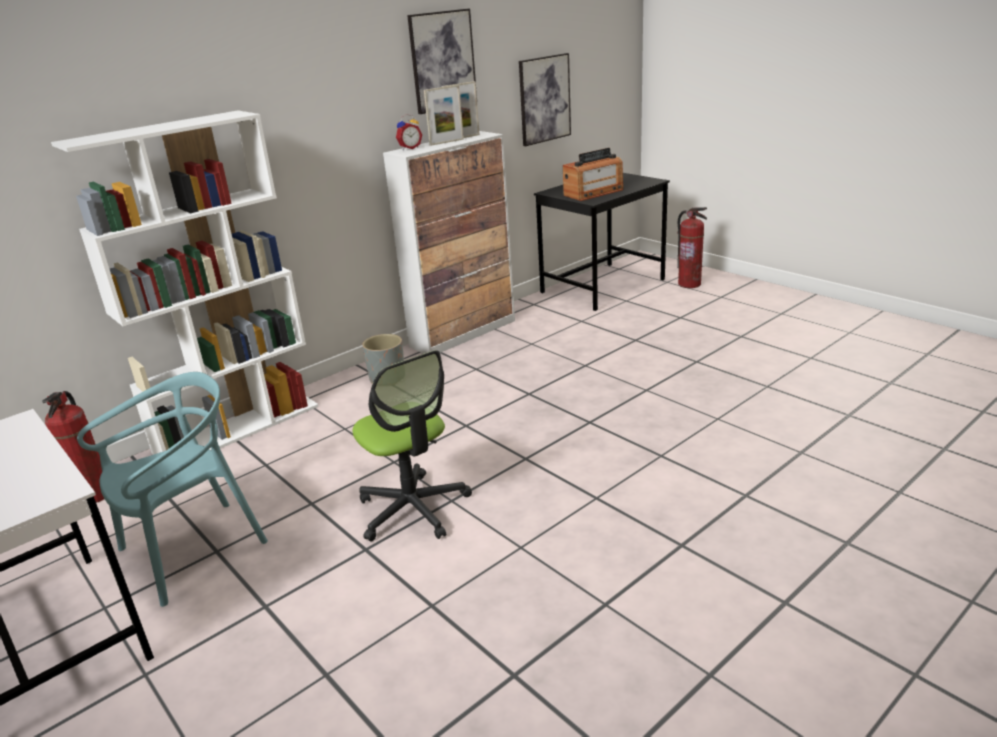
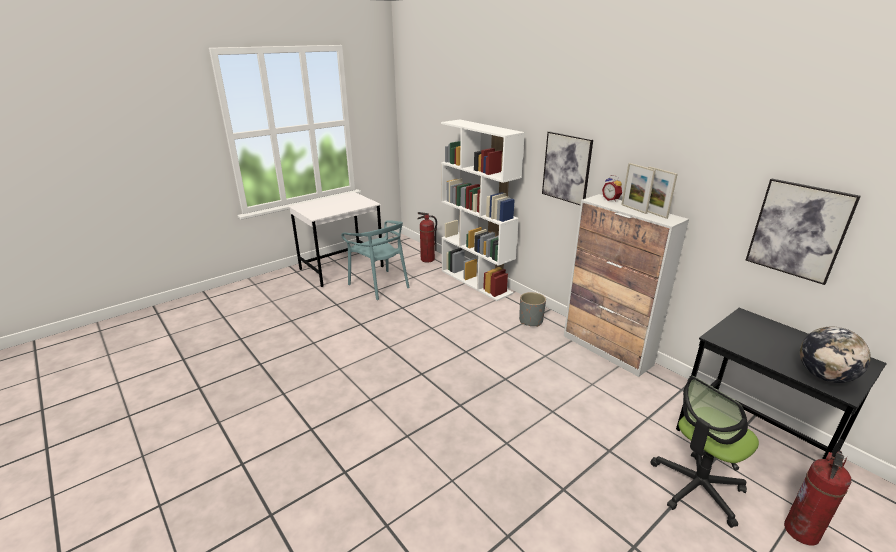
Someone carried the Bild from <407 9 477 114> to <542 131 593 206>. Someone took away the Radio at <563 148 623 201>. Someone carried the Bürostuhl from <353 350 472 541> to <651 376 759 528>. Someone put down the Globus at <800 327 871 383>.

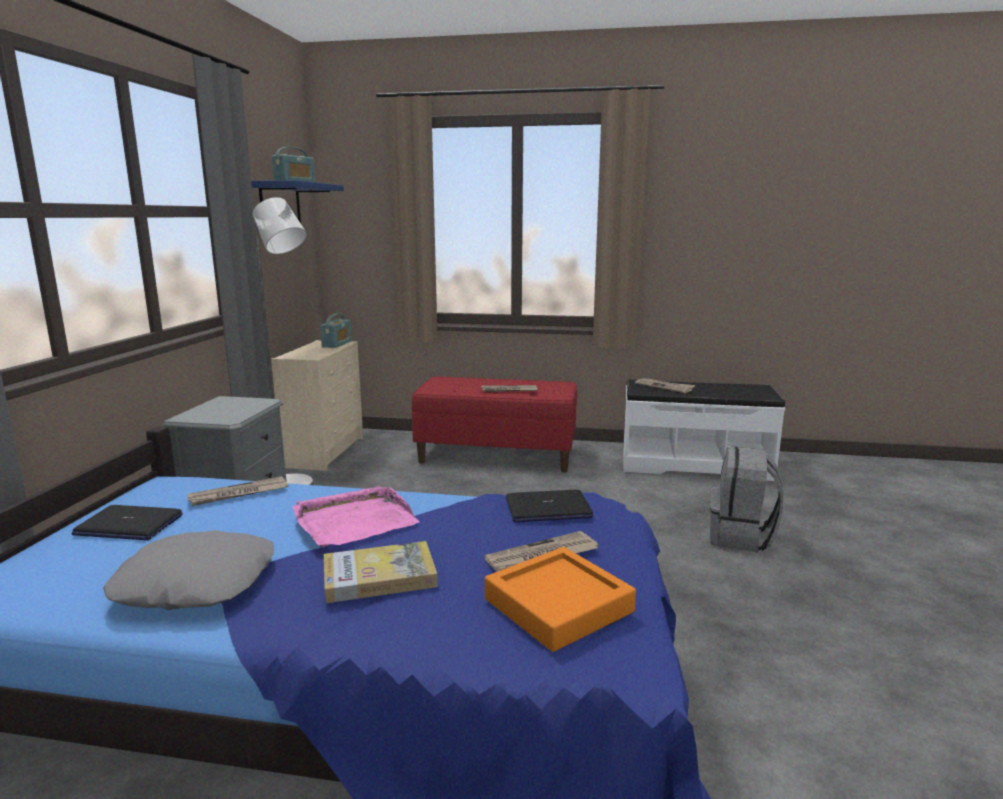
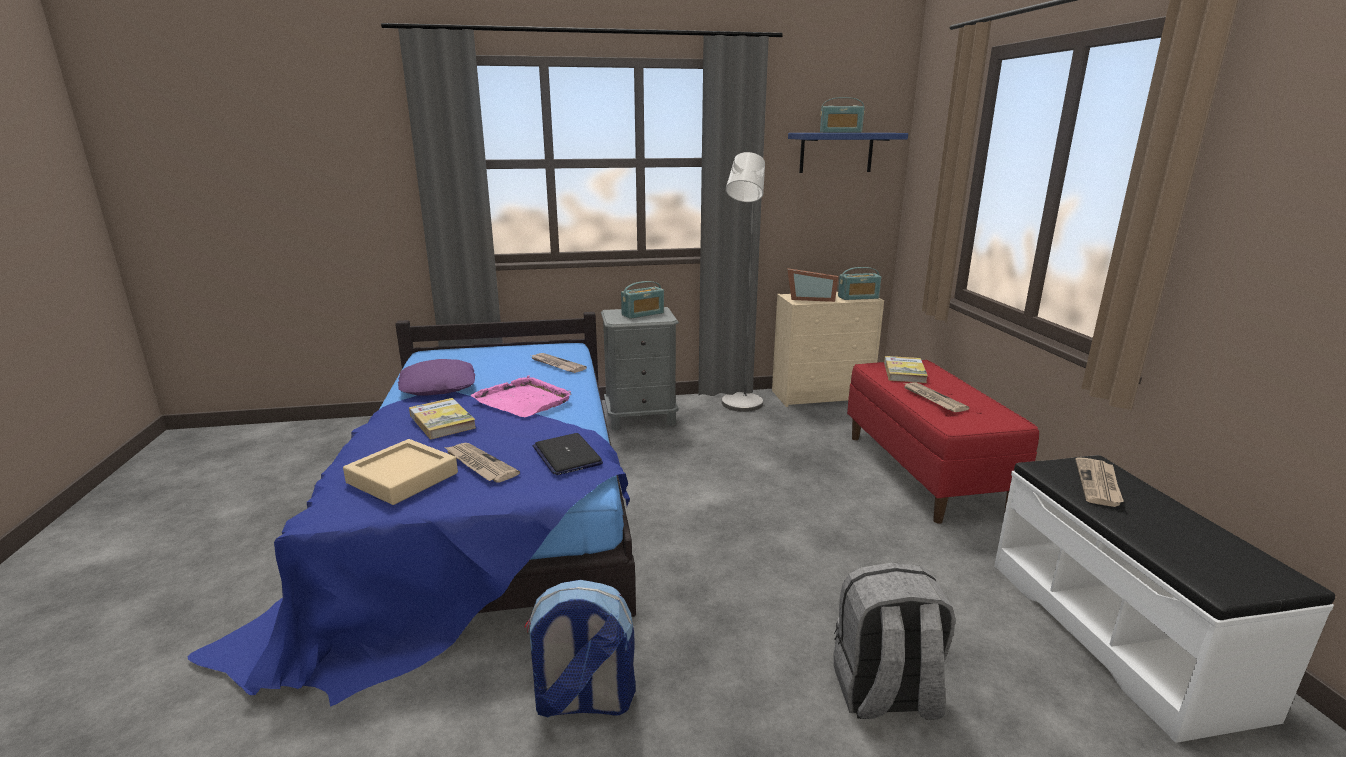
Someone took away the Laptop at <72 505 183 540>. Someone repainted the Kissen [grau] at <103 530 274 610>, which became the Kissen [lila] at <398 359 475 396>. Someone repainted the Tablett [orange] at <485 547 636 652>, which became the Tablett [beige] at <343 439 458 505>. Someone put down the Bilderrahmen at <787 268 838 302>. Someone put down the Radio at <621 281 664 319>. Someone put down the Buch at <884 356 928 383>. Someone put down the Rucksack at <524 580 636 717>.

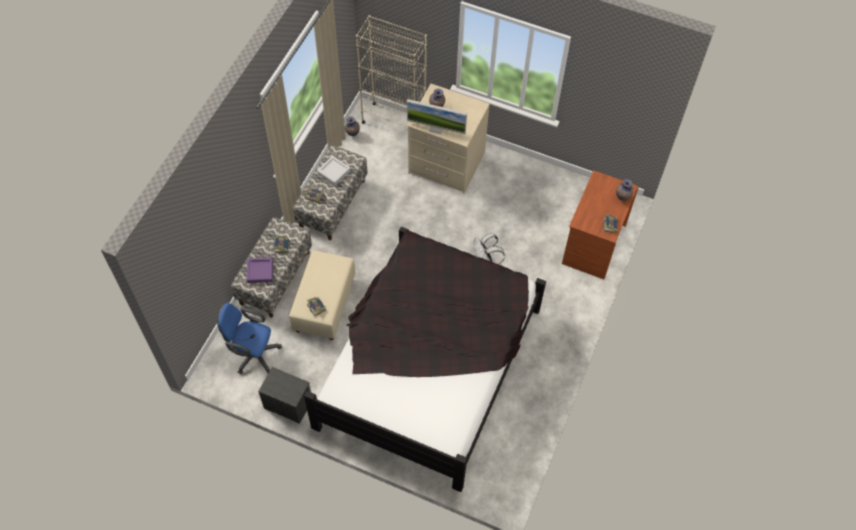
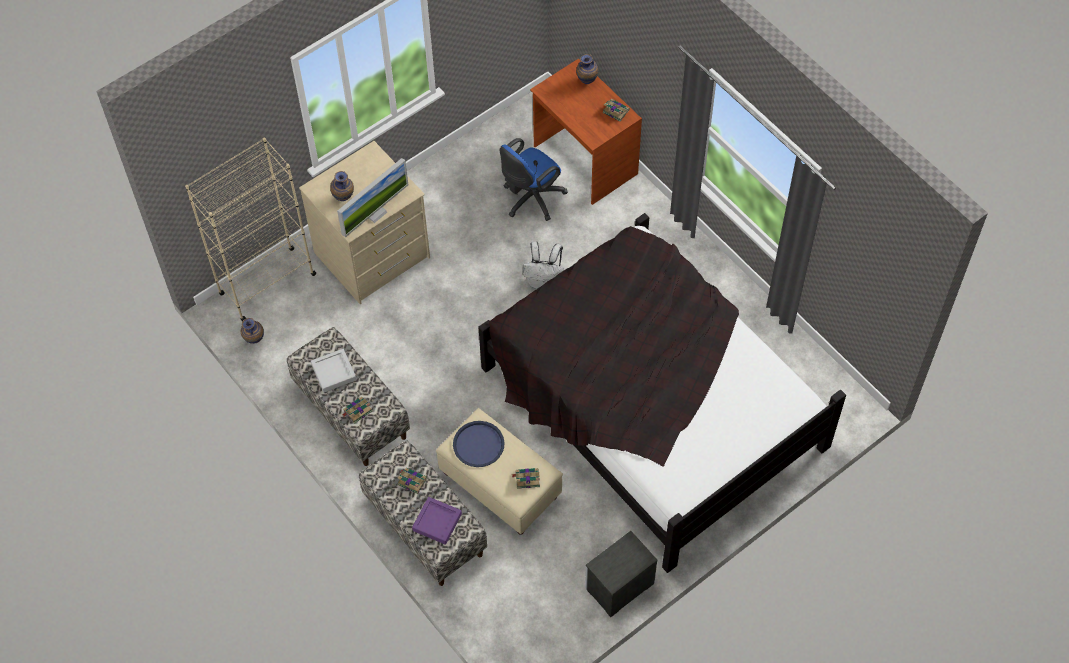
Someone carried the Bürostuhl [blau] from <217 303 282 374> to <500 138 568 221>. Someone put down the Tablett [blau] at <453 421 505 467>.

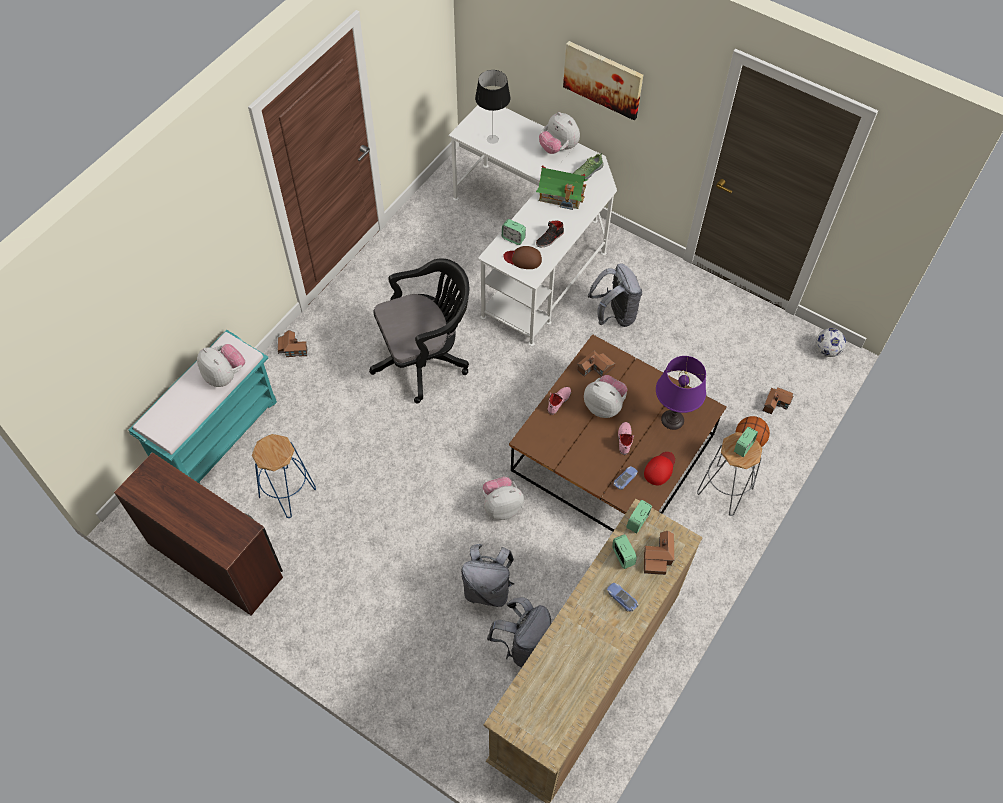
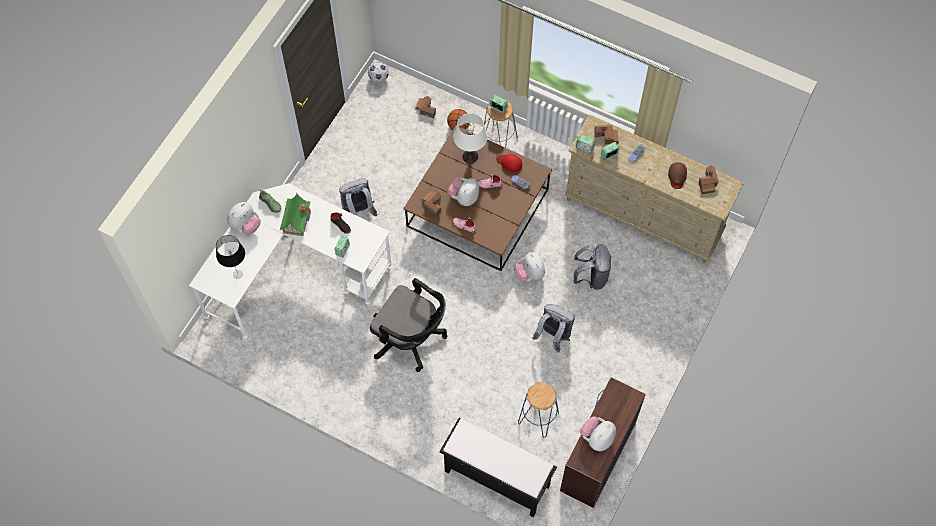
Someone took away the Bild at <563 41 643 120>. Someone carried the Kappe [braun] from <503 246 542 269> to <668 162 687 189>. Someone rotated the Bürostuhl [schwarz] at <369 258 469 403> by 150 degrees clockwise. Someone repainted the Bank [türkis] at <129 330 277 484>, which became the Bank [schwarz] at <440 417 557 517>. Someone carried the Spielzeughaus from <278 330 307 357> to <699 166 719 194>. Someone carried the Plüschtier from <197 344 245 387> to <580 417 616 451>. Someone repainted the Tischlampe [lila] at <656 356 706 430>, which became the Tischlampe [weiß] at <454 113 487 163>. Someone carried the Rucksack [grau] from <487 597 552 667> to <533 304 575 352>.

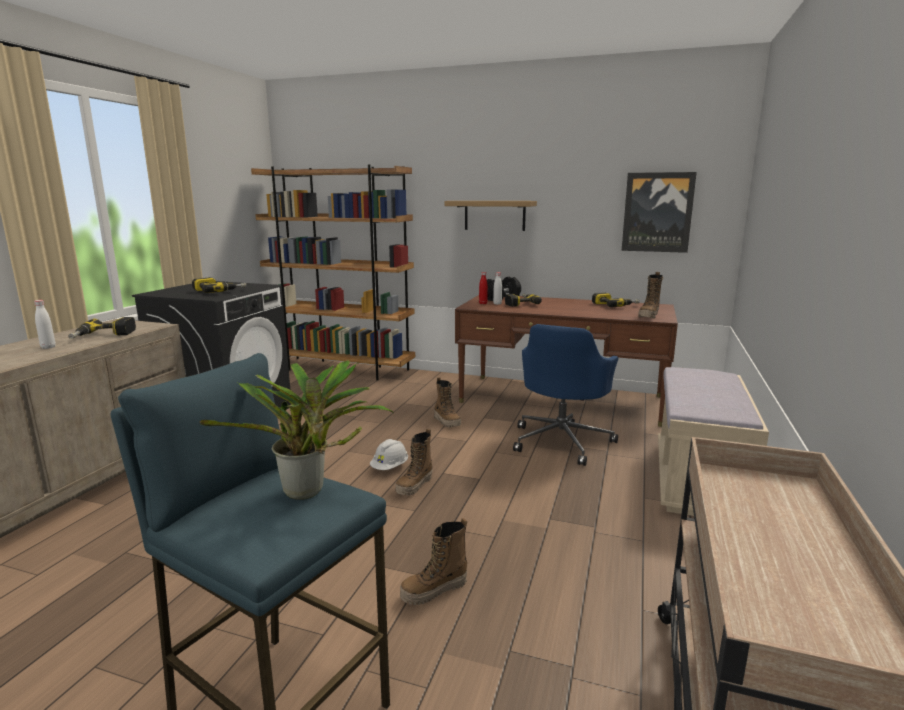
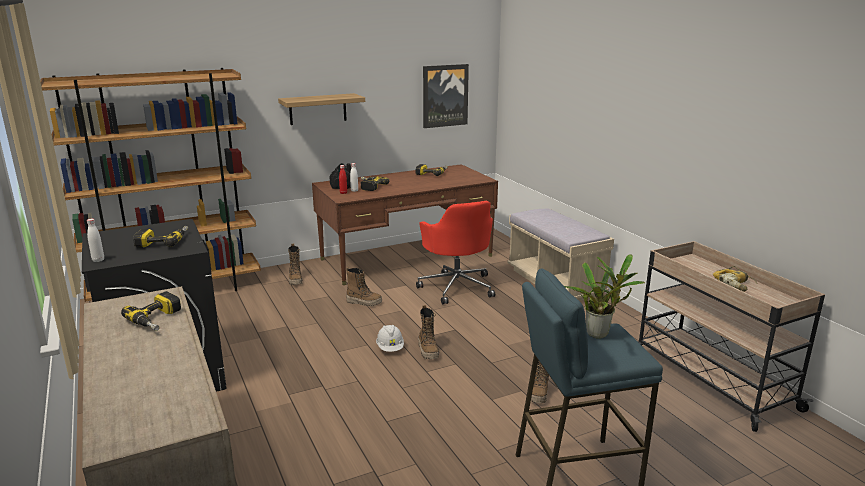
Someone carried the Stiefel from <638 272 663 319> to <288 244 302 285>. Someone carried the Flasche [weiß] from <34 300 56 349> to <87 219 104 262>. Someone repainted the Bürostuhl [blau] at <513 324 618 466>, which became the Bürostuhl [rot] at <416 201 495 304>. Someone put down the Bohrmaschine at <713 266 757 292>.

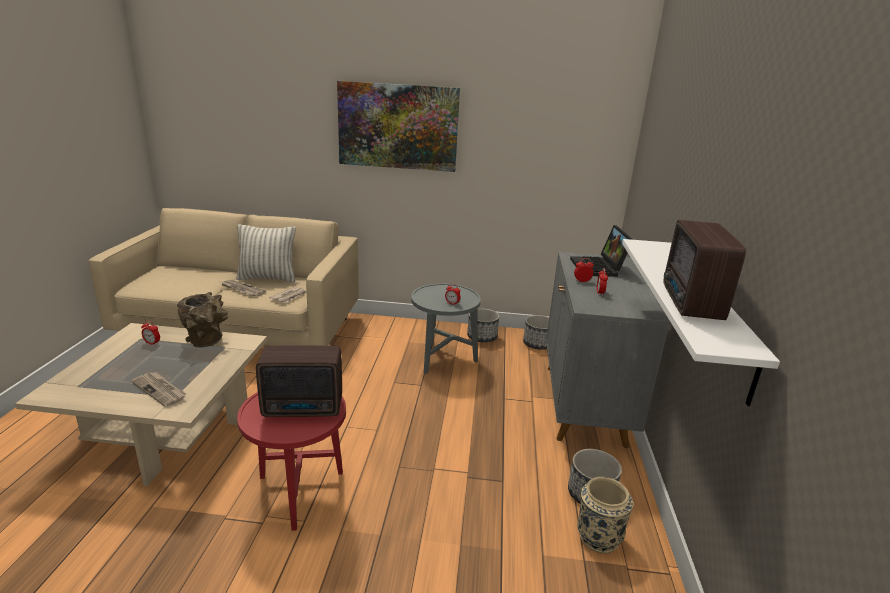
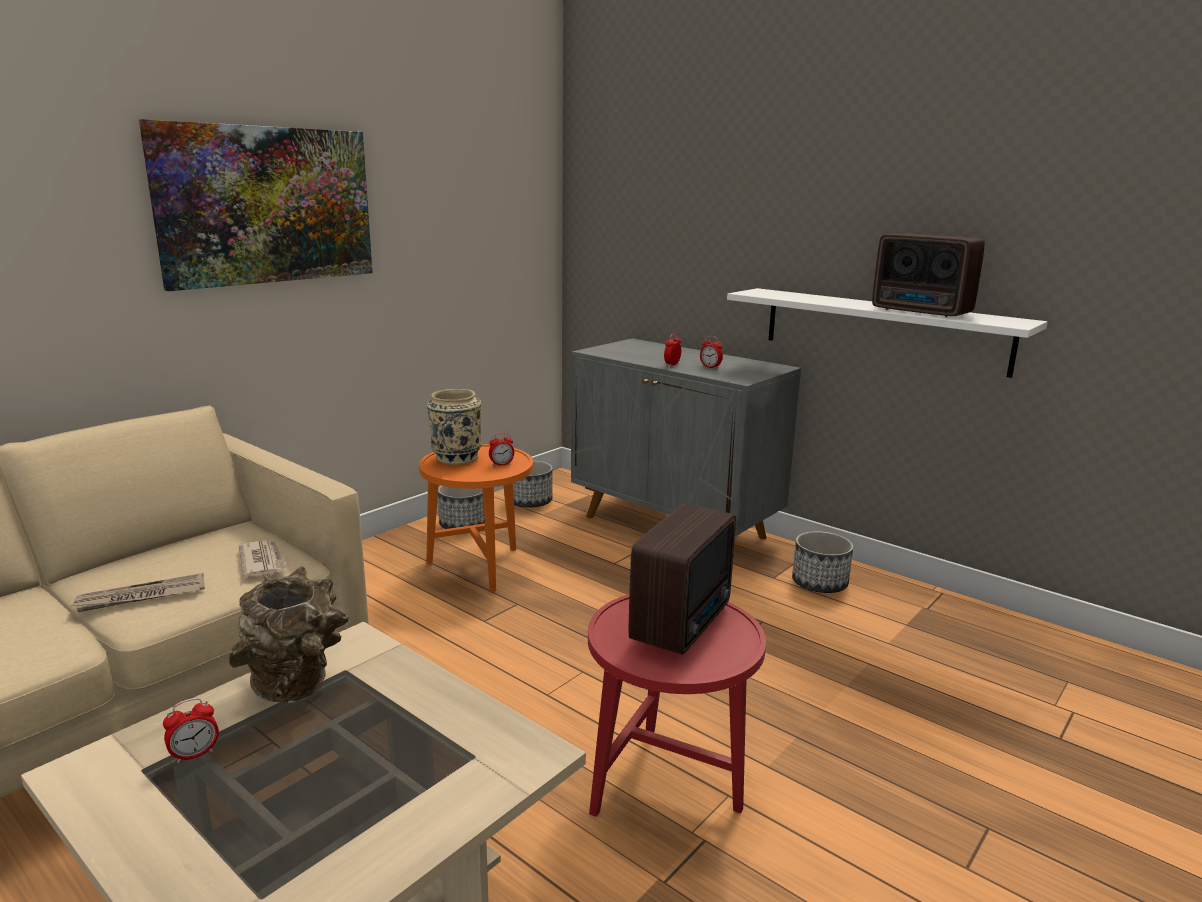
Someone took away the Kissen at <236 224 296 282>. Someone took away the Laptop at <570 225 633 277>. Someone repainted the Beistelltisch [grau] at <411 283 481 374>, which became the Beistelltisch [orange] at <419 444 533 592>. Someone took away the Zeitung at <131 372 186 407>. Someone carried the Vase [beige] from <577 477 633 554> to <427 389 482 465>.

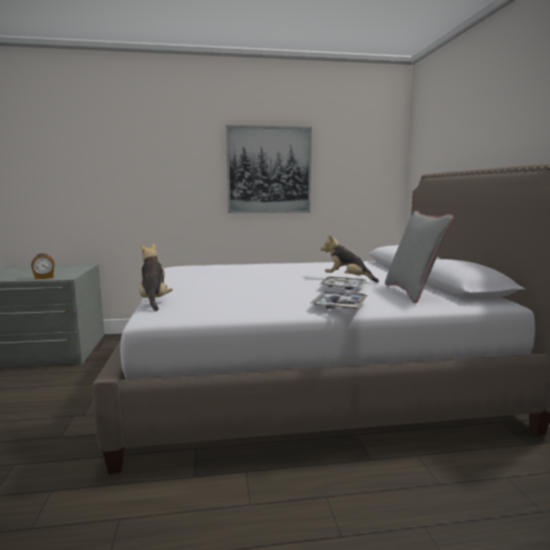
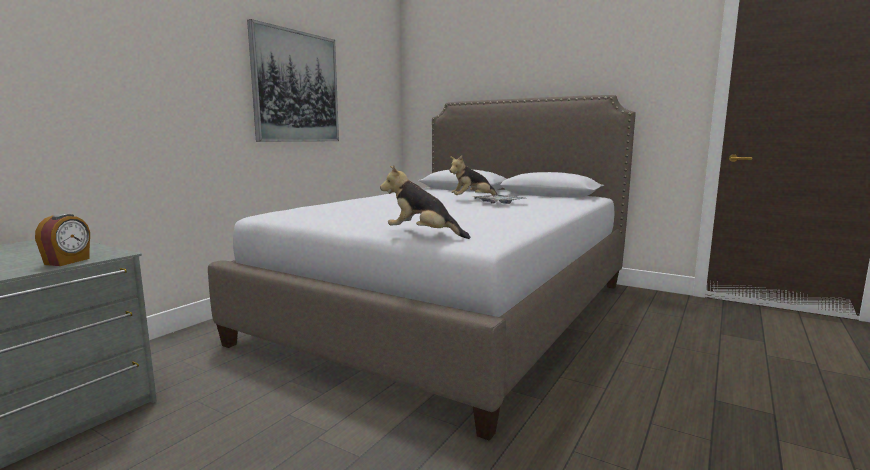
Someone took away the Kissen [grau] at <385 211 453 303>. Someone took away the Tablett at <310 291 368 309>.

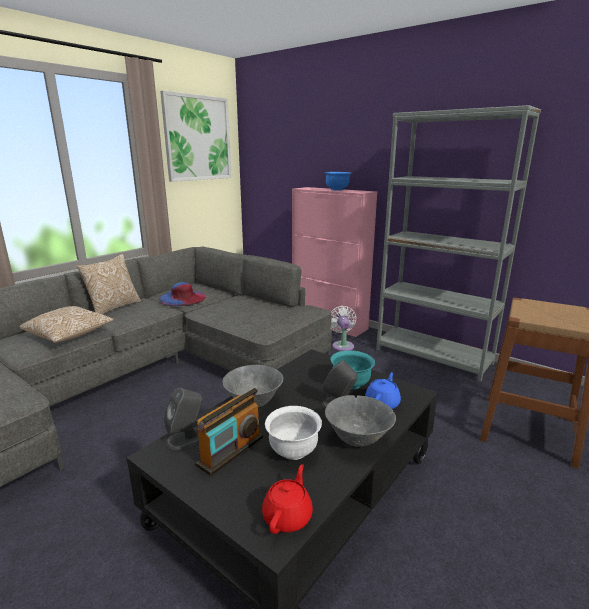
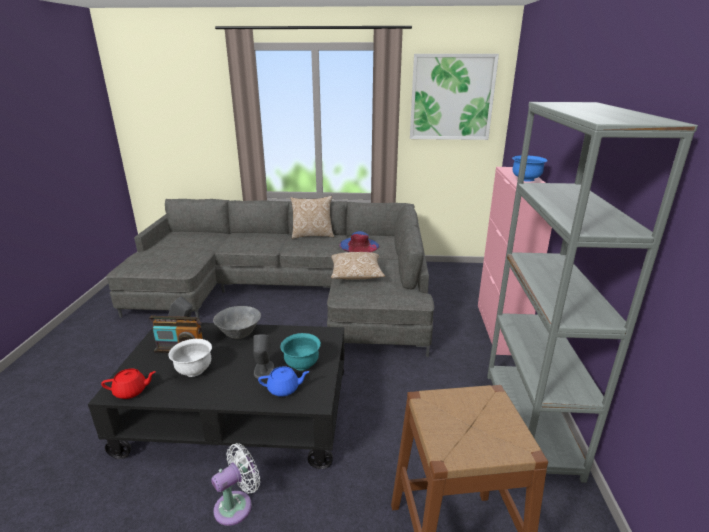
Someone carried the Kissen from <19 306 114 343> to <331 252 385 280>. Someone carried the Ventilator [weiß] from <331 306 357 351> to <211 443 260 526>. Someone took away the Schüssel [grau] at <325 395 396 447>.

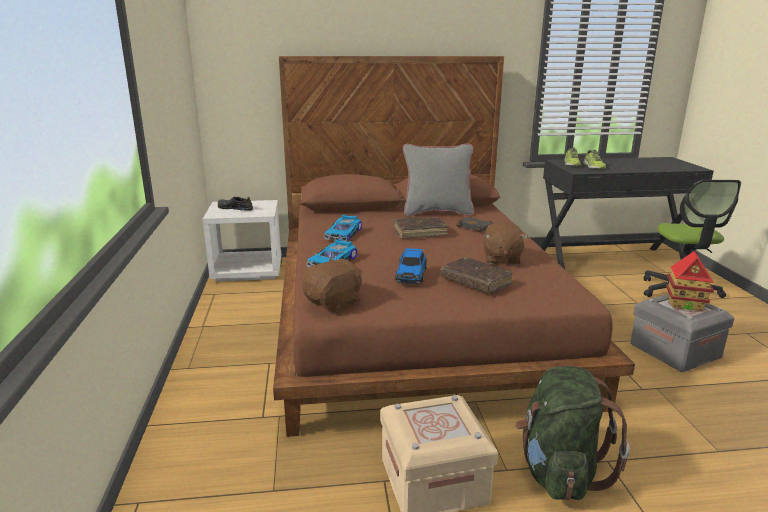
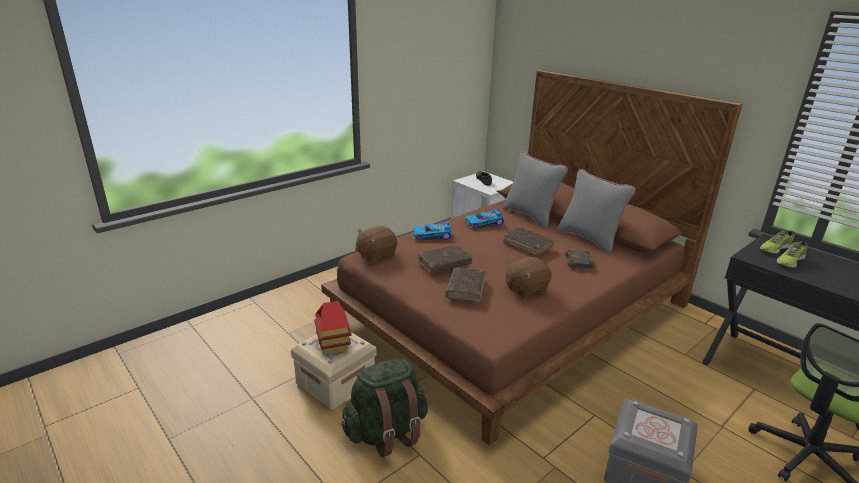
Someone swapped the Spielzeugauto at <395 248 427 284> for the Buch [braun] at <418 245 472 273>. Someone carried the Spielzeughaus from <666 251 714 311> to <314 301 352 355>. Someone rotated the Plüschtier [braun] at <302 258 363 313> by 135 degrees clockwise. Someone put down the Kissen [grau] at <502 151 568 228>.

